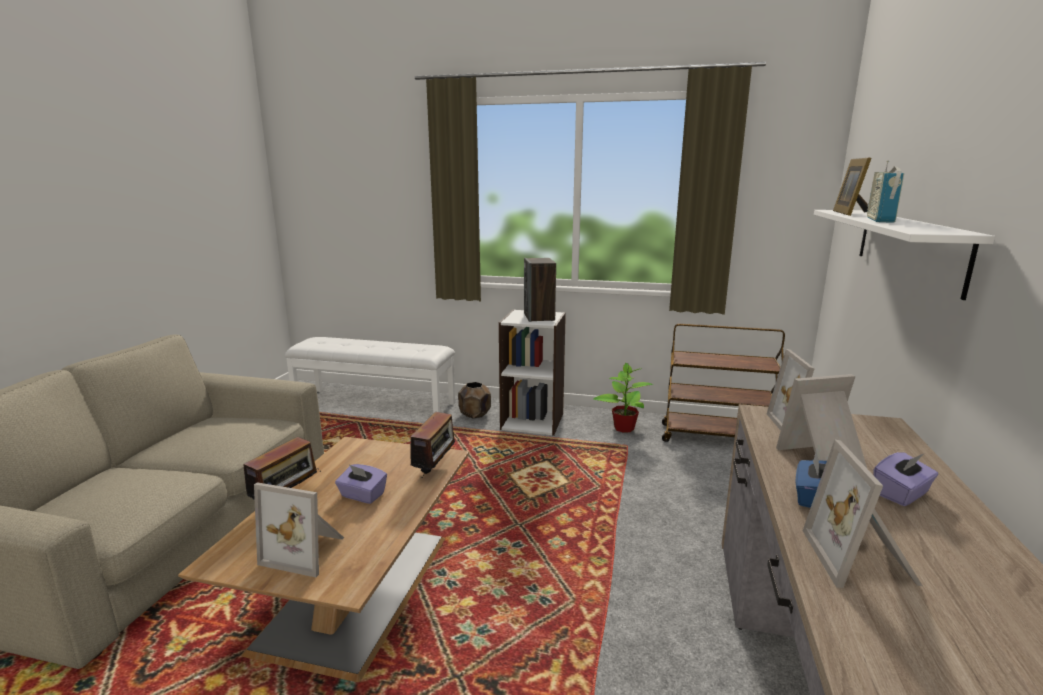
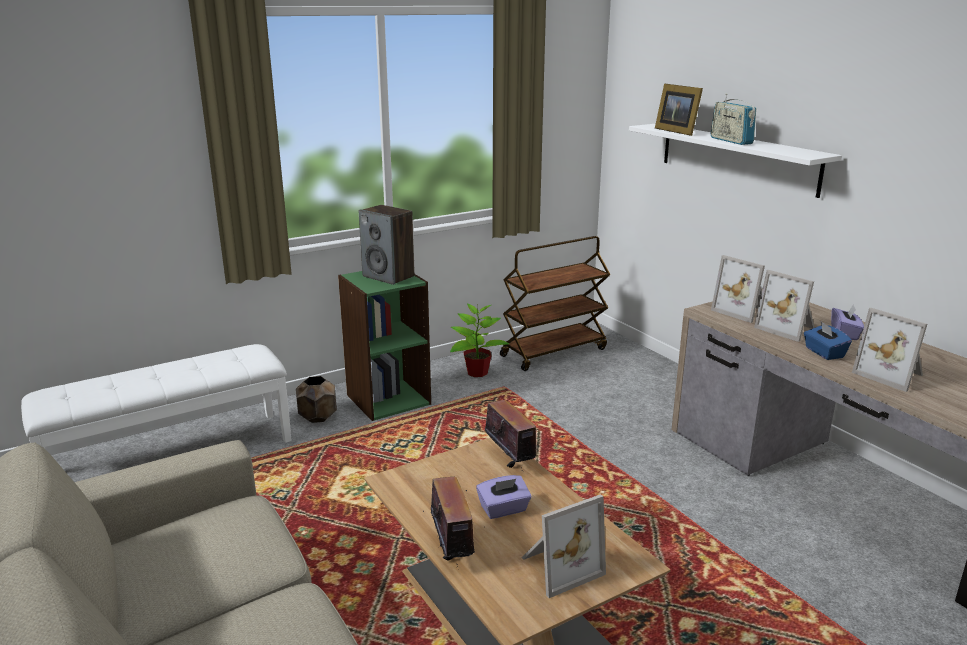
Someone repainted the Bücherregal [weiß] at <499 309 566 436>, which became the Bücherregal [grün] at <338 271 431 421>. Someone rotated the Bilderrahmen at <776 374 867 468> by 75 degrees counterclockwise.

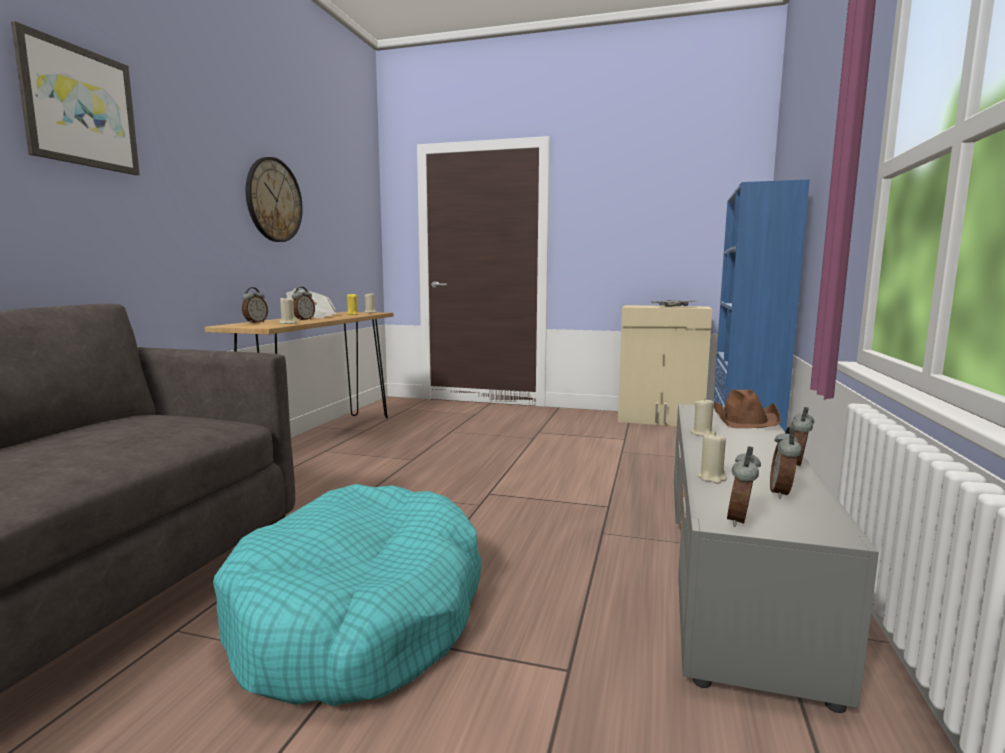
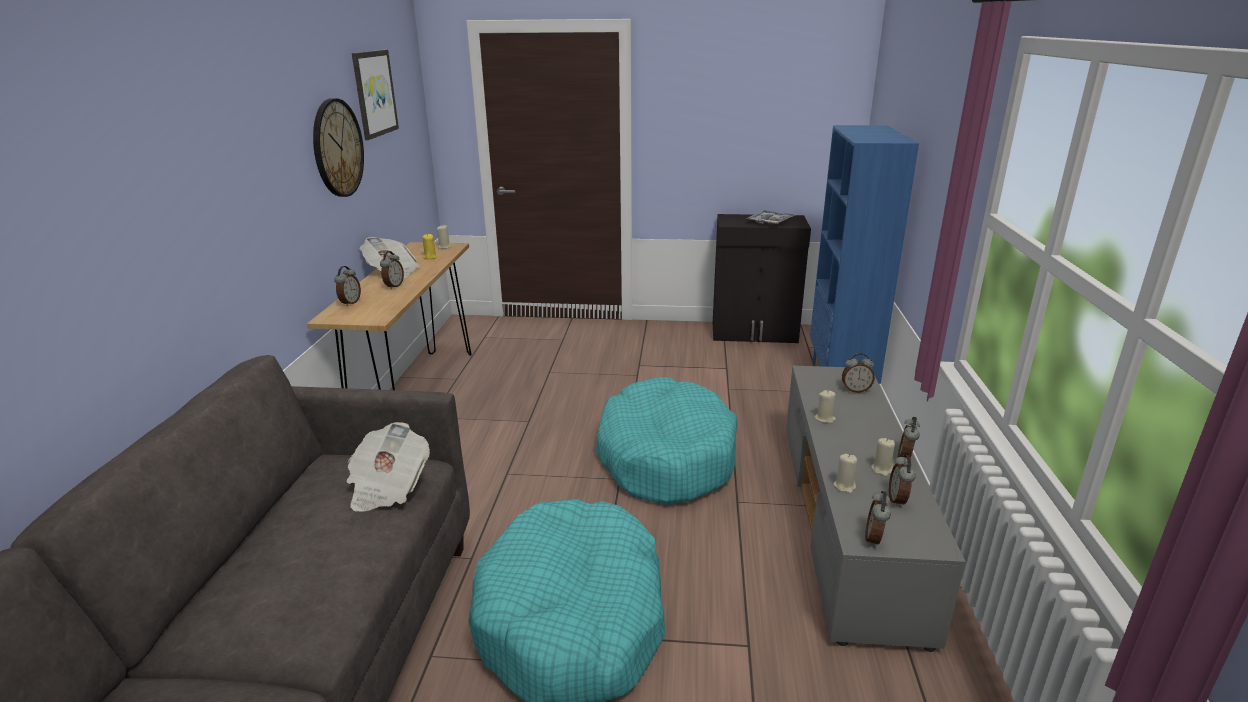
Someone carried the Bild from <11 21 140 175> to <352 50 399 140>. Someone carried the Kerze [beige] from <279 297 297 324> to <871 438 895 476>. Someone repainted the Schrank [beige] at <618 305 712 426>, which became the Schrank [schwarz] at <713 214 811 343>. Someone swapped the Hut [braun] at <714 390 781 428> for the Wecker at <842 353 875 393>. Someone put down the Hundebett [türkis] at <595 377 737 505>. Someone put down the Zeitung at <346 422 430 512>.

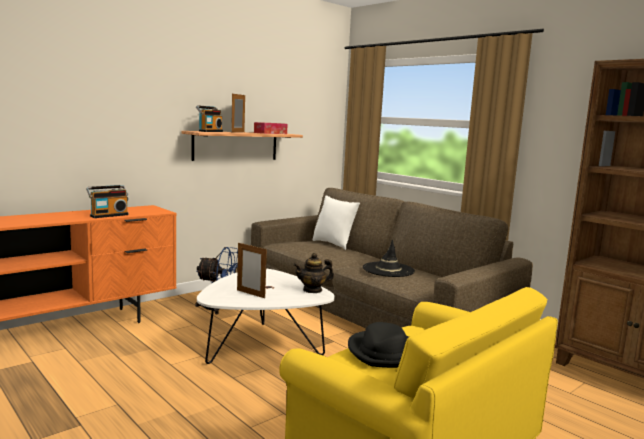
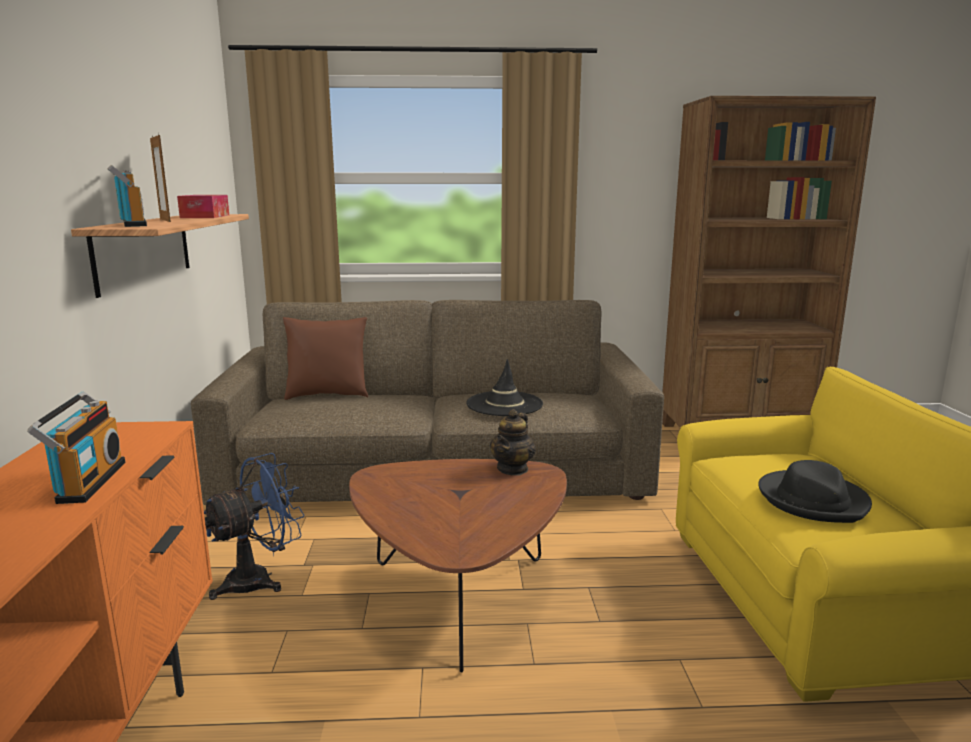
Someone repainted the Kissen [weiß] at <312 196 360 250>, which became the Kissen [braun] at <283 317 368 400>. Someone took away the Bilderrahmen at <237 243 267 298>. Someone repainted the Couchtisch [weiß] at <197 268 335 364>, which became the Couchtisch [braun] at <349 459 567 672>.

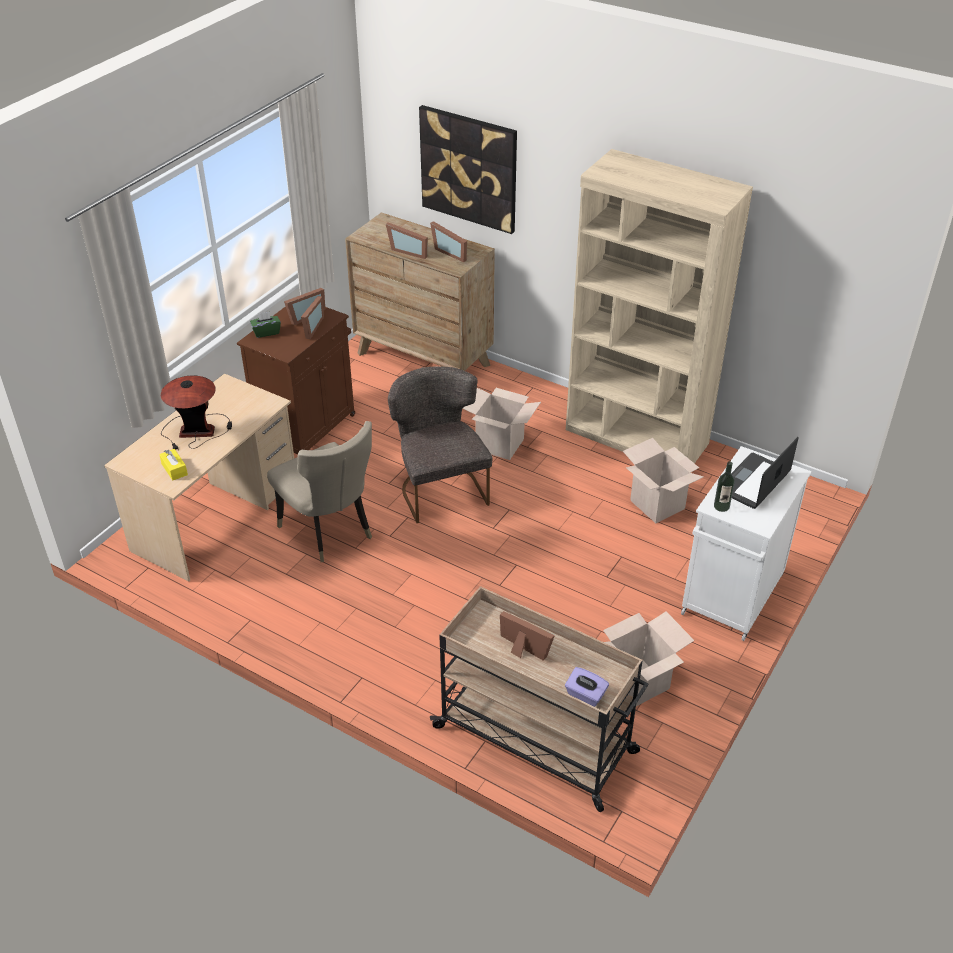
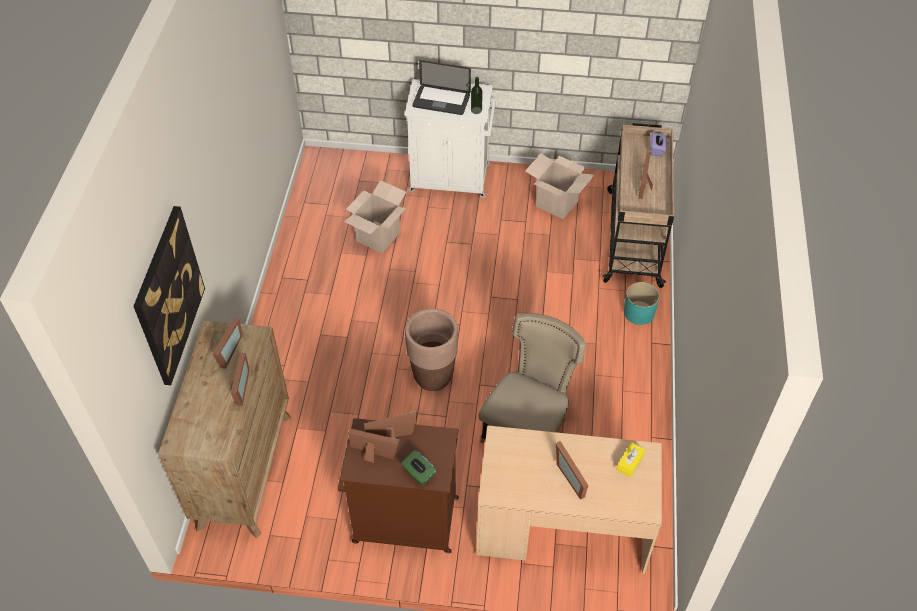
Someone took away the Bücherregal [beige] at <566 149 753 464>. Someone swapped the Stuhl [grau] at <388 366 493 523> for the Pflanzkübel [braun] at <405 308 458 391>. Someone swapped the Tischlampe at <161 376 232 450> for the Bilderrahmen at <556 441 588 500>. Someone took away the Karton at <463 388 541 460>. Someone put down the Pflanzkübel [türkis] at <624 282 660 325>.

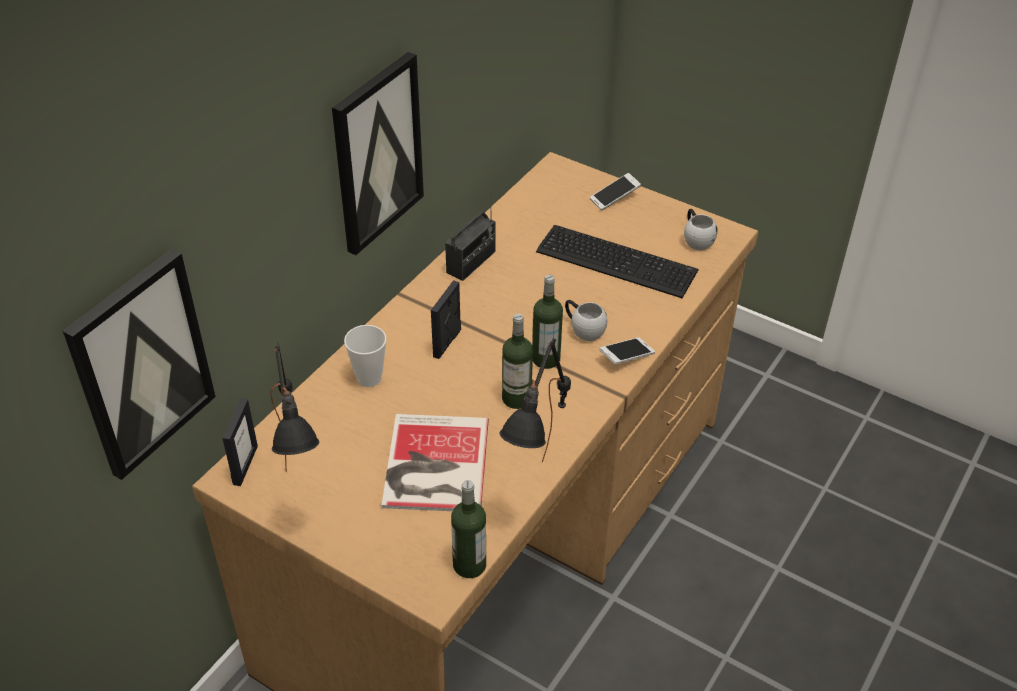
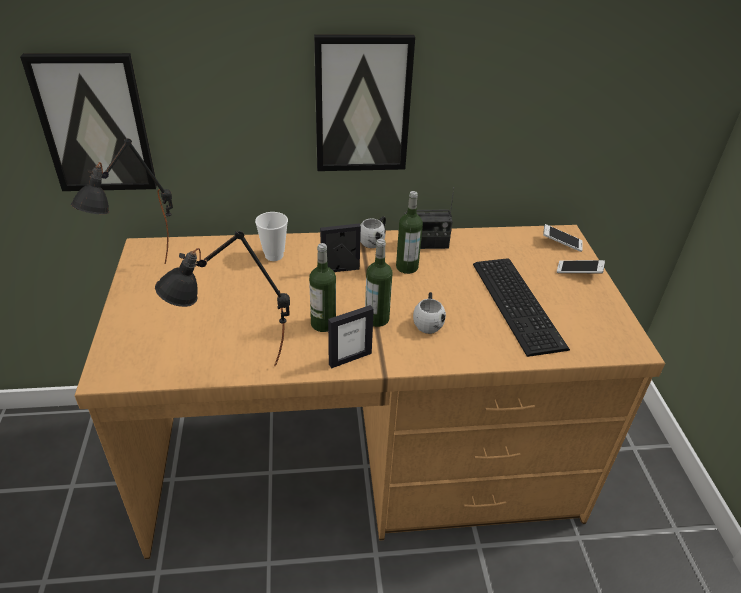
Someone carried the Henkelbecher [weiß] from <684 209 717 250> to <360 216 386 248>. Someone carried the Handy from <599 337 655 364> to <543 224 583 252>. Someone carried the Bilderrahmen from <222 398 258 486> to <328 305 374 368>. Someone took away the Buch at <382 414 489 511>. Someone carried the Flasche from <451 480 486 578> to <396 191 423 274>.

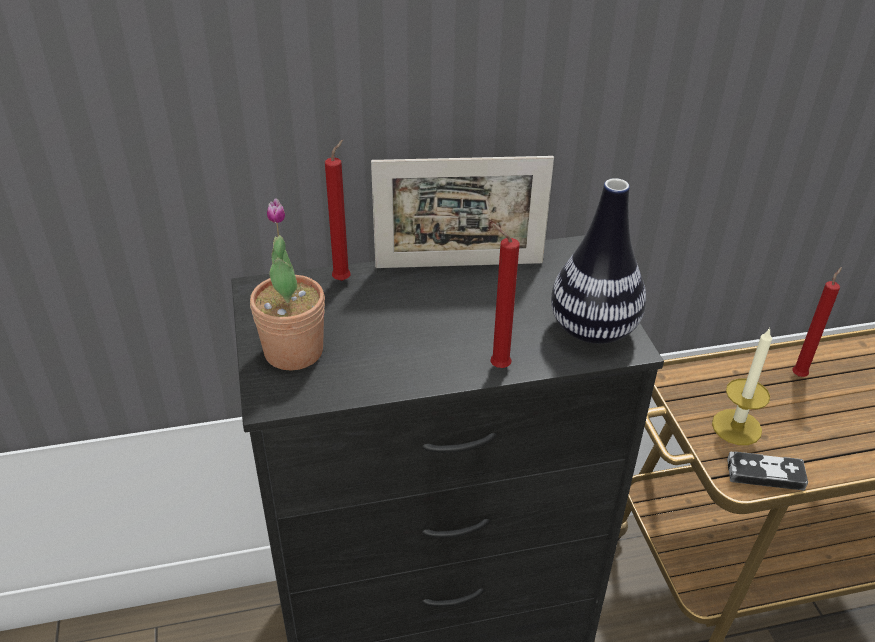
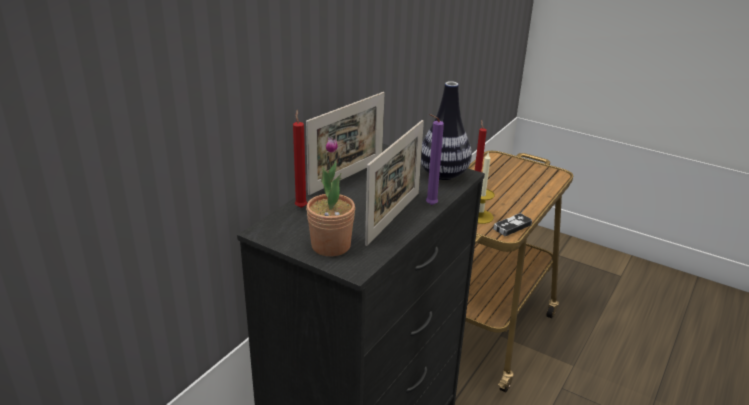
Someone repainted the Kerze [rot] at <490 223 520 368>, which became the Kerze [lila] at <426 114 444 205>. Someone put down the Bilderrahmen at <365 120 424 246>.

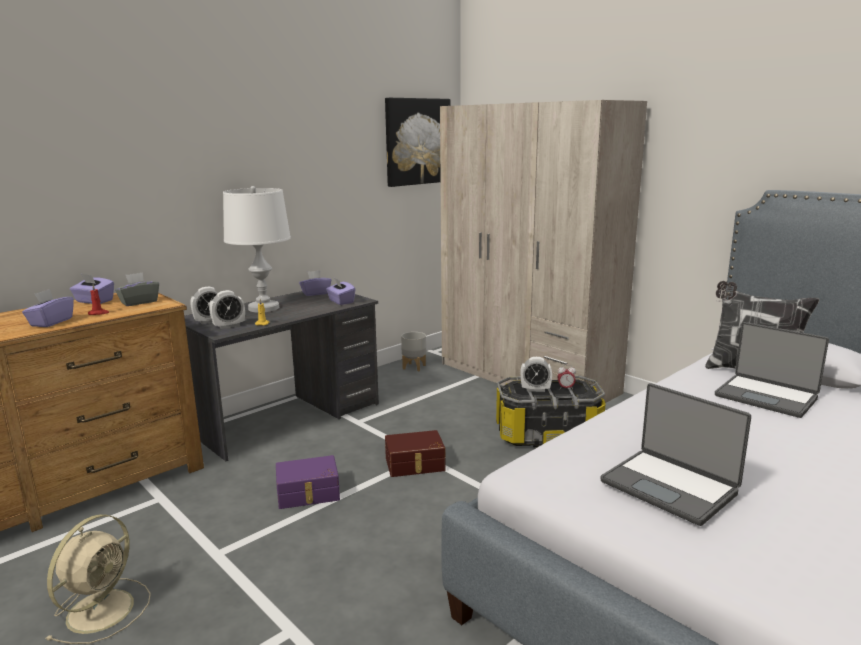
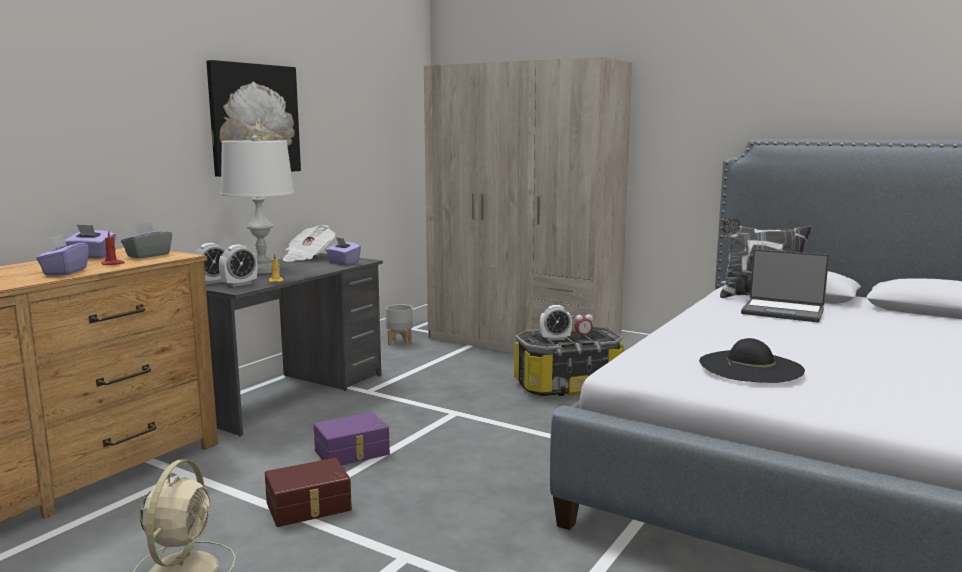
Someone carried the Bild from <385 98 450 187> to <206 60 301 177>. Someone swapped the Taschentuchbox [lila] at <299 270 331 296> for the Zeitung at <282 225 335 262>. Someone swapped the Laptop at <600 383 751 526> for the Hut [schwarz] at <699 338 805 383>. Someone carried the Aufbewahrungsbox [braun] from <385 430 446 477> to <265 458 352 527>.

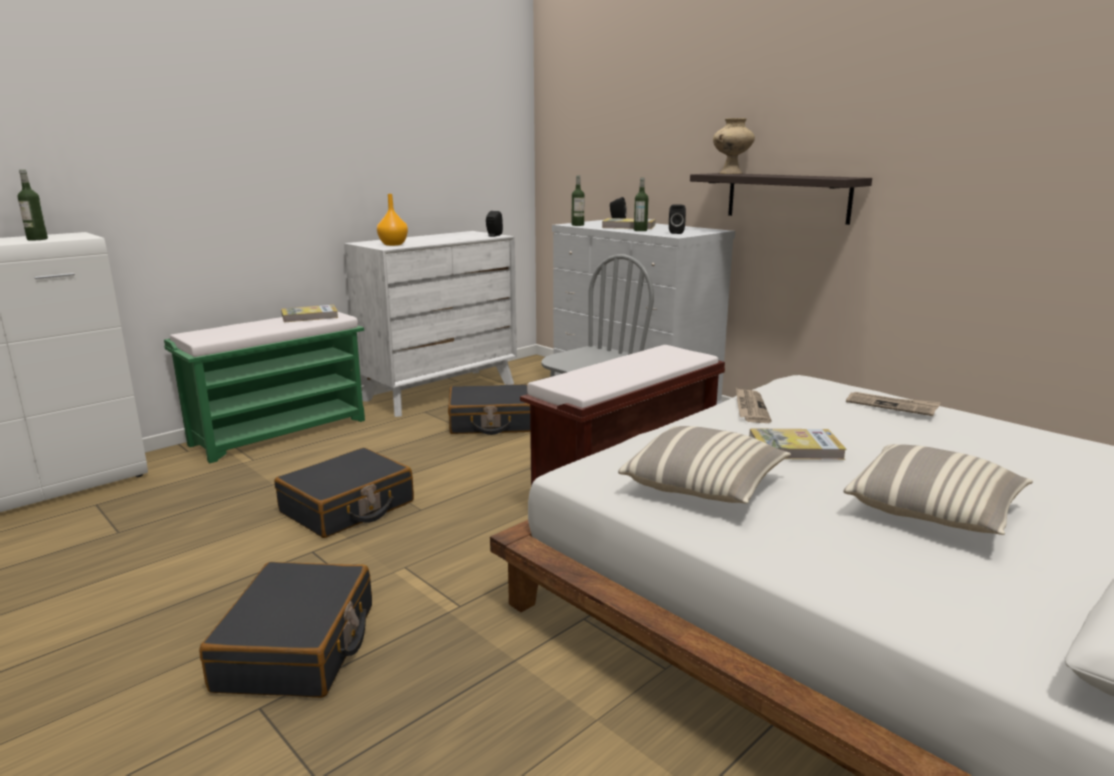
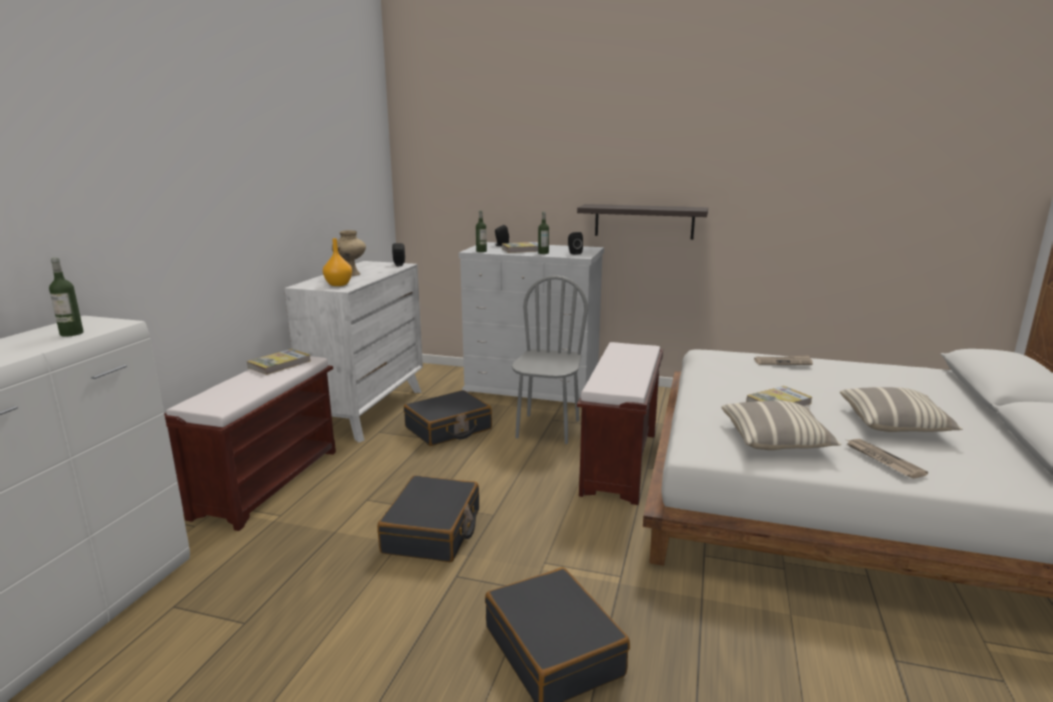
Someone carried the Vase [beige] from <713 118 755 174> to <332 230 366 276>. Someone repainted the Bank [grün] at <164 311 365 463>, which became the Bank [braun] at <164 356 336 531>. Someone carried the Zeitung from <736 388 772 423> to <847 439 928 479>.

